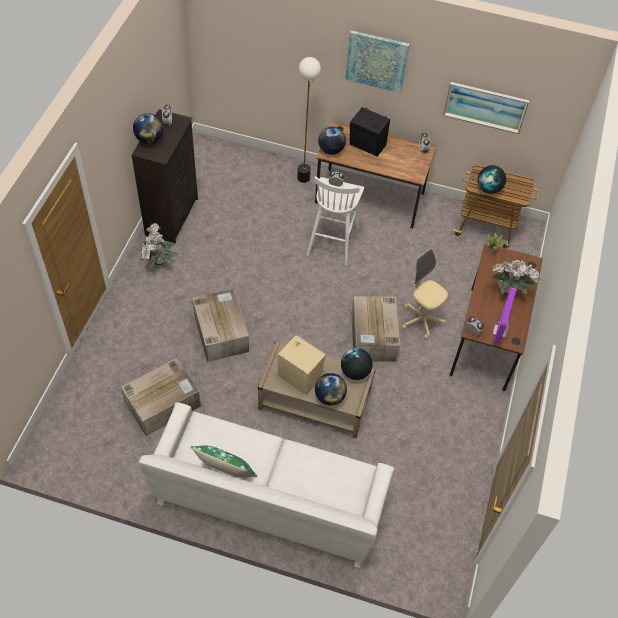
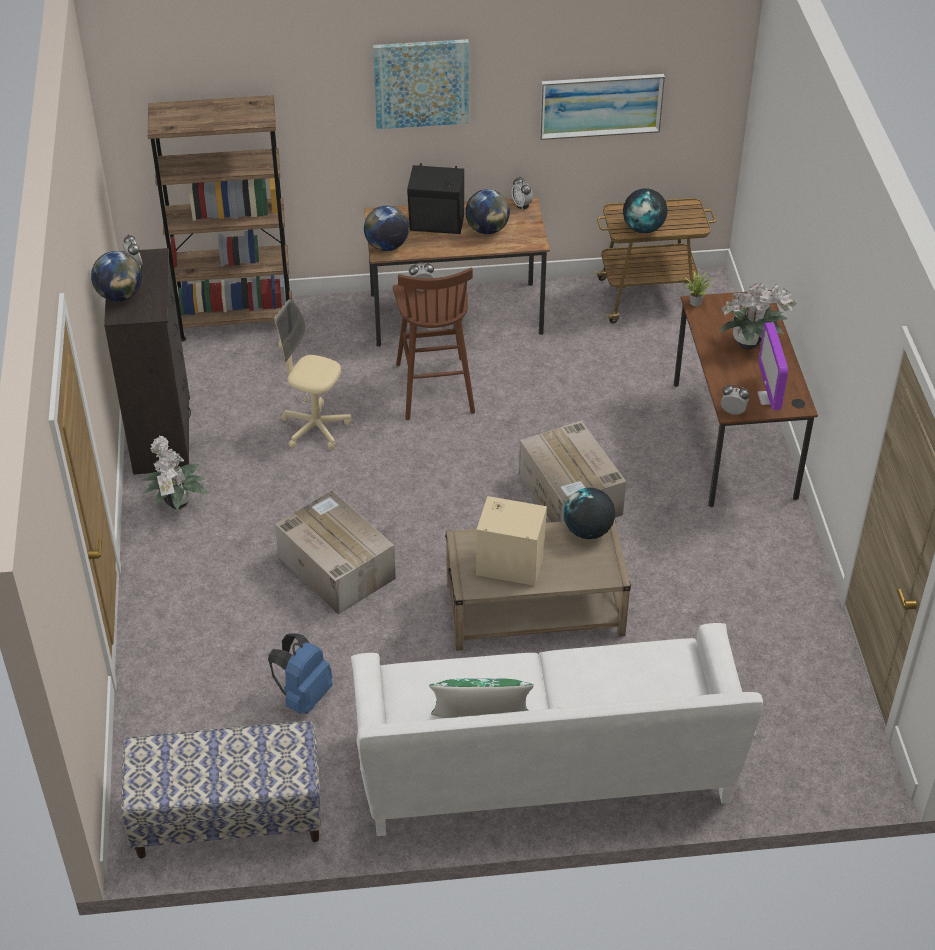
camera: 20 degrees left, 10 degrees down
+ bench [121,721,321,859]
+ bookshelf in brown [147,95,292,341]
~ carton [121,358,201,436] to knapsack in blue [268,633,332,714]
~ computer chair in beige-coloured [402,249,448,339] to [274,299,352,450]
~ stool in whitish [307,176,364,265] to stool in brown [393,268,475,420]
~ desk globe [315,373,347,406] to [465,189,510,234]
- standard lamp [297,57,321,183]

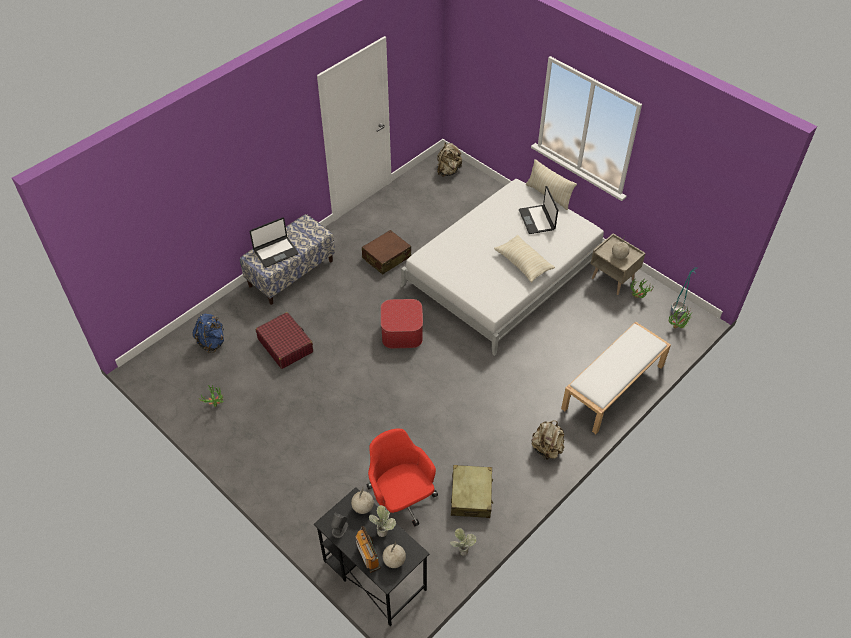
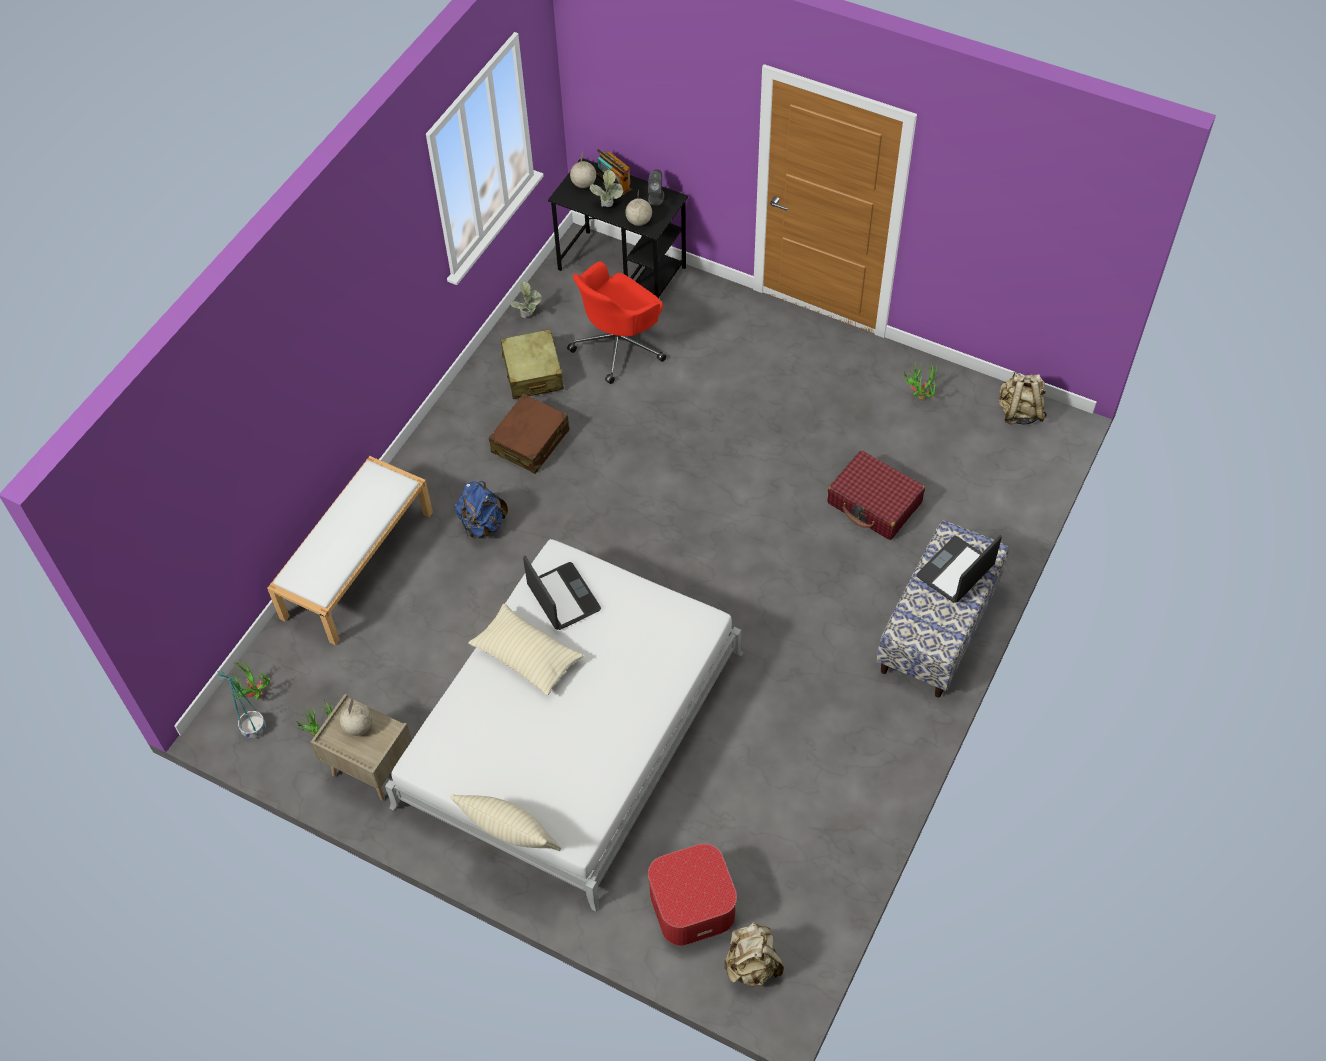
camera: 165 degrees right, 5 degrees up
~ knapsack in blue [192,314,224,353] to [455,481,508,539]
~ travel case in brown [362,230,411,274] to [489,394,570,474]
~ notebook computer [519,186,558,234] to [523,556,601,630]
~ computer chair in red [366,429,438,526] = [567,261,666,384] 90 degrees clockwise
~ ottoman [381,299,423,349] to [648,843,737,946]
~ knapsack in beige-coloured [531,420,564,460] to [999,372,1047,425]

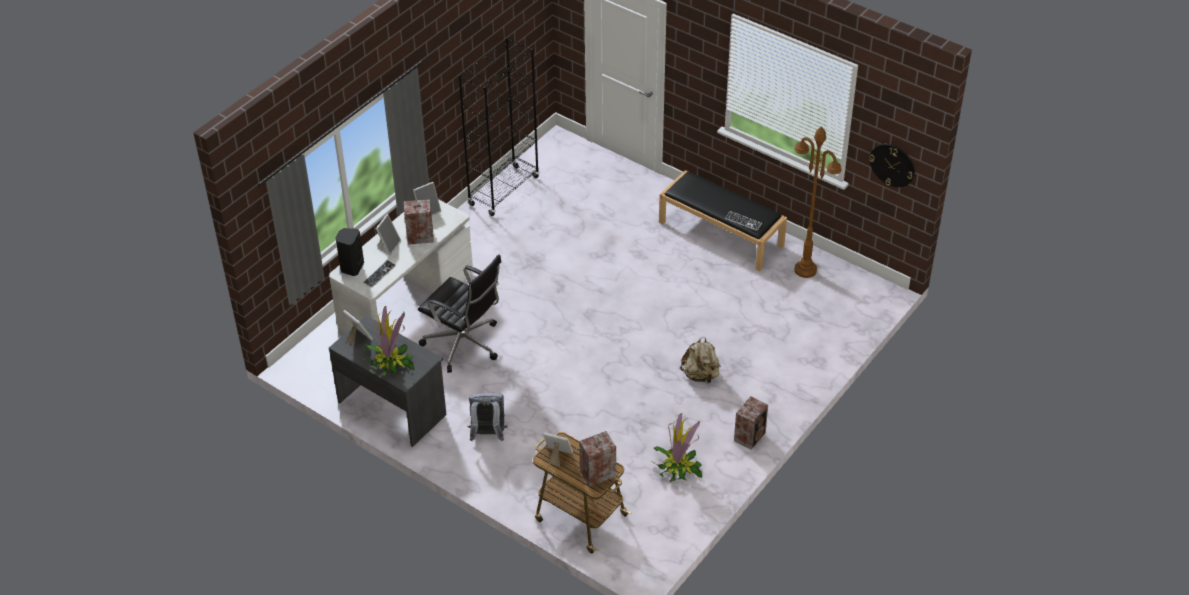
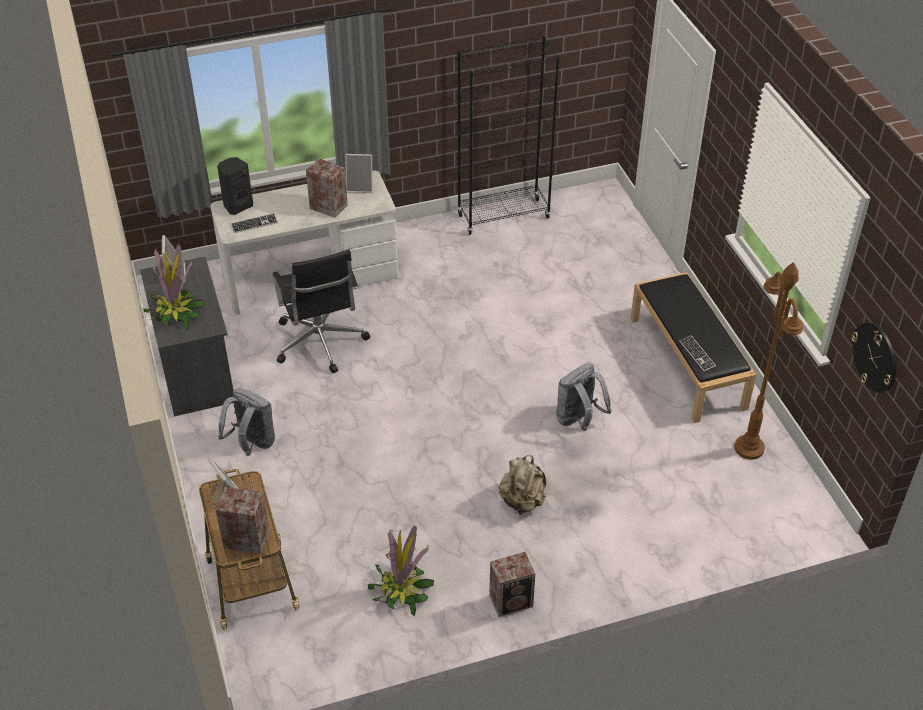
camera: 35 degrees right, 0 degrees up
+ knapsack in grey [556,363,612,431]
- photo frame [375,214,401,255]

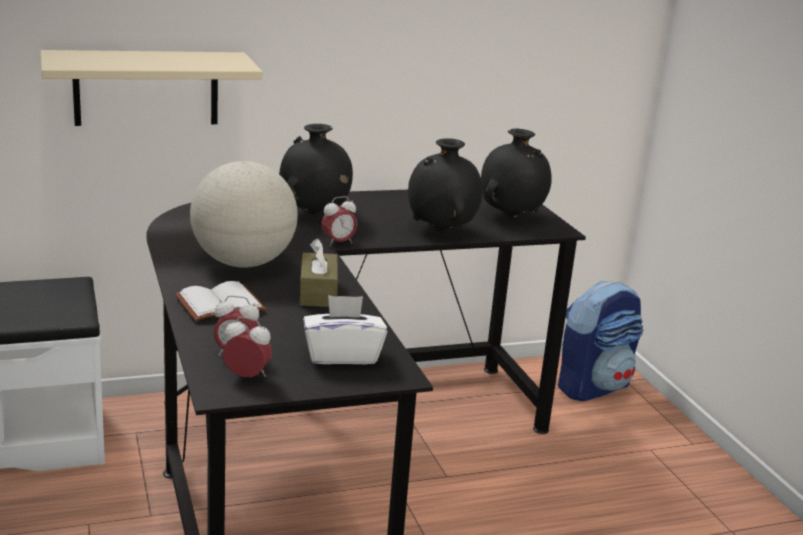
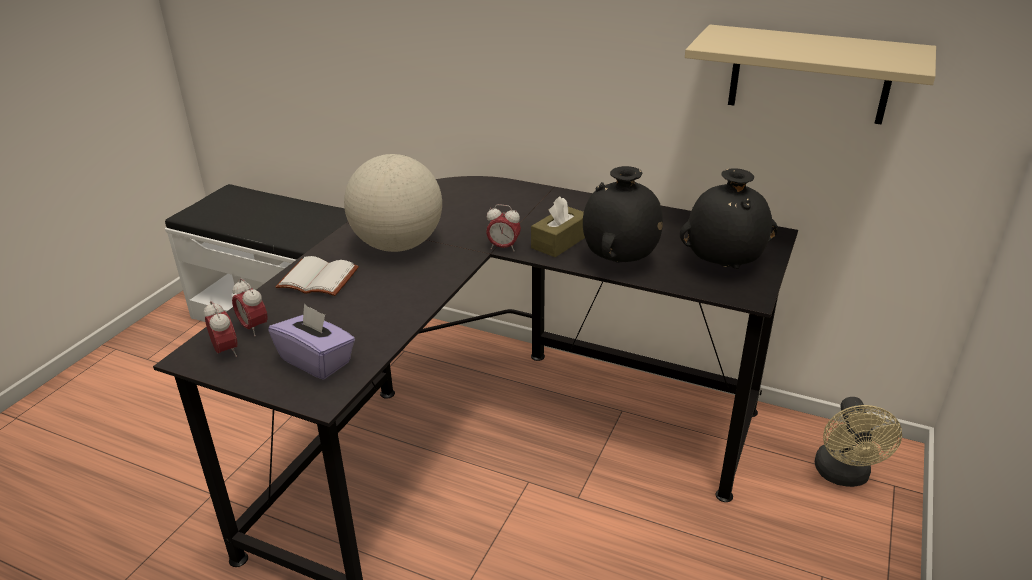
camera: 45 degrees right, 10 degrees up
~ tissue holder in whitish [303,295,387,364] to tissue holder in purple [268,304,355,380]
~ tissue holder in brown [300,238,338,307] to [531,197,585,257]
~ wall shelf in beige-coloured [41,50,263,126] to [685,25,936,125]
~ knapsack [558,281,643,401] to fan in beige-coloured [815,397,902,487]
- decorative vase in black-coloured [279,124,353,215]

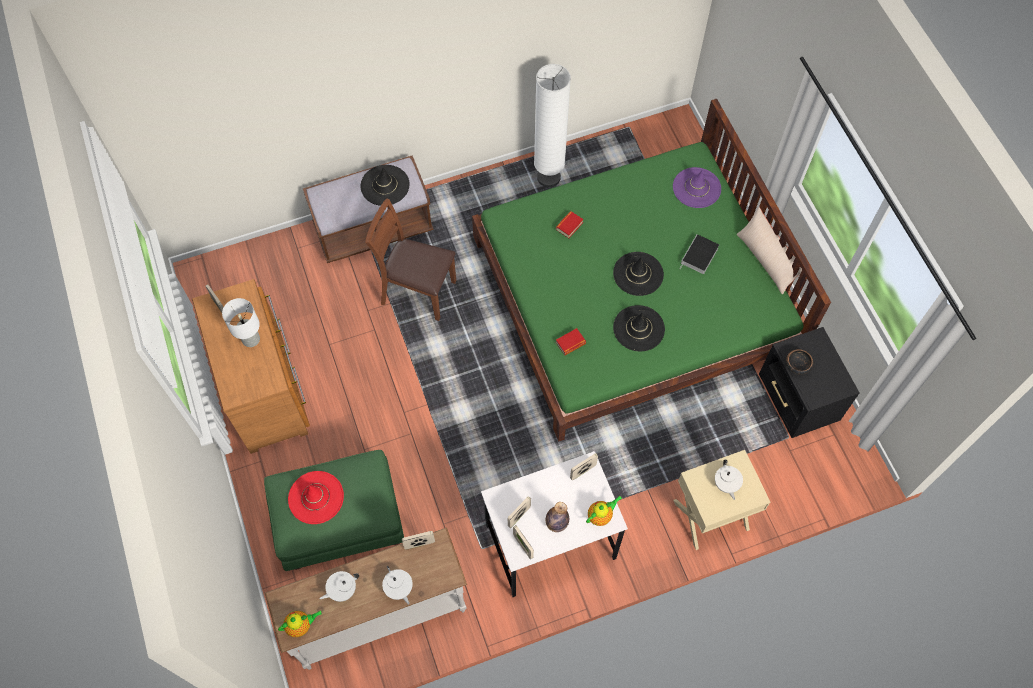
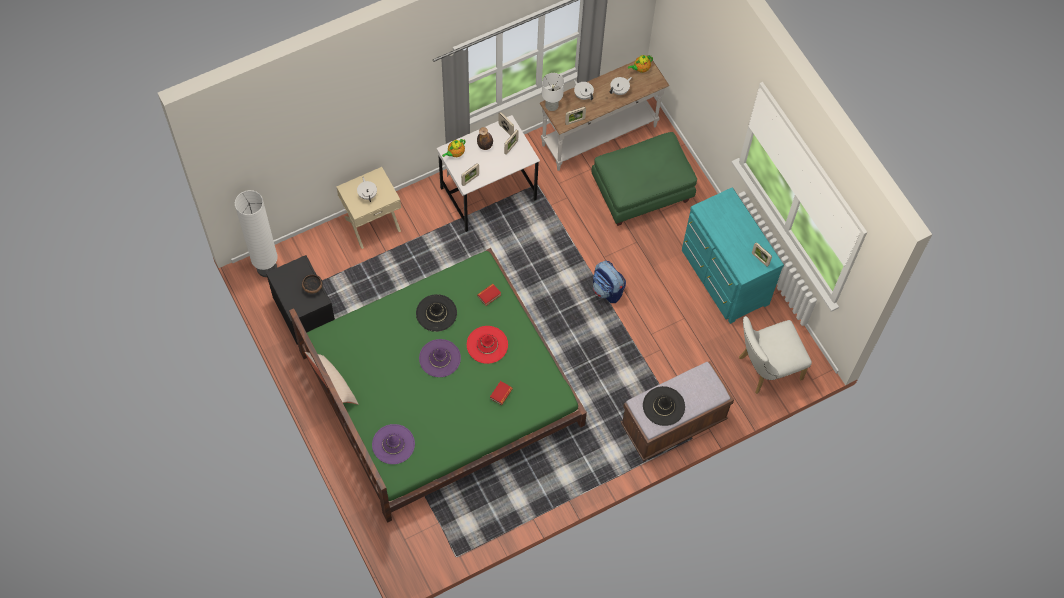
camera: 170 degrees right, 0 degrees up
~ standard lamp in whitish [534,64,571,187] to [235,190,278,277]
~ hat in black-coloured [613,252,664,296] to hat in purple [419,339,461,377]
~ hat in red [288,471,344,524] to [467,326,508,364]
~ tabletop lamp in whitish [222,298,260,347] to [542,73,564,111]
+ knapsack [593,261,626,303]
~ drawer chest in brown [192,279,310,454] to drawer chest in turquoise [682,187,784,324]
+ upright chair in whitish [739,316,812,394]
- upright chair in brown [365,198,456,321]
- volume [680,234,719,274]

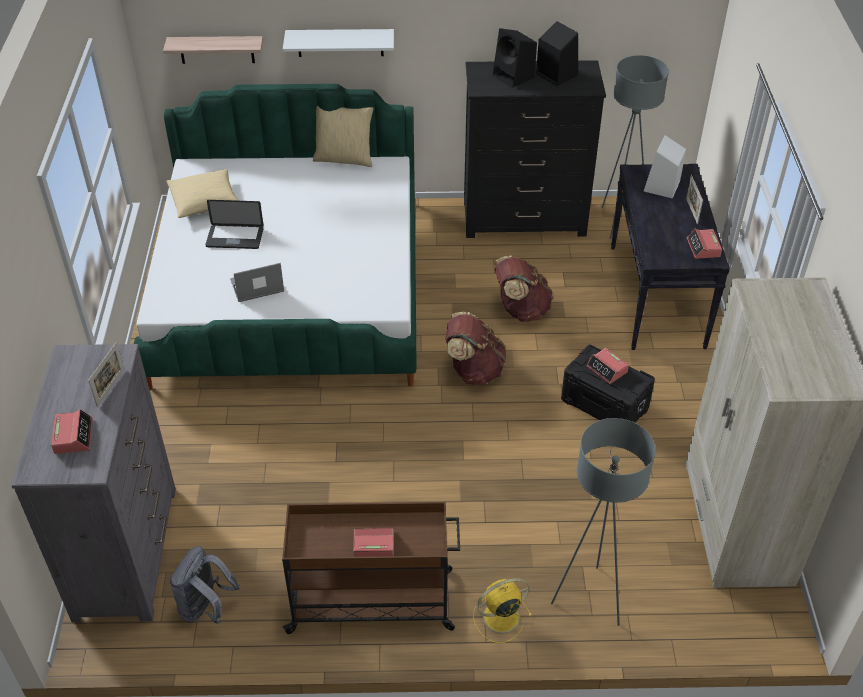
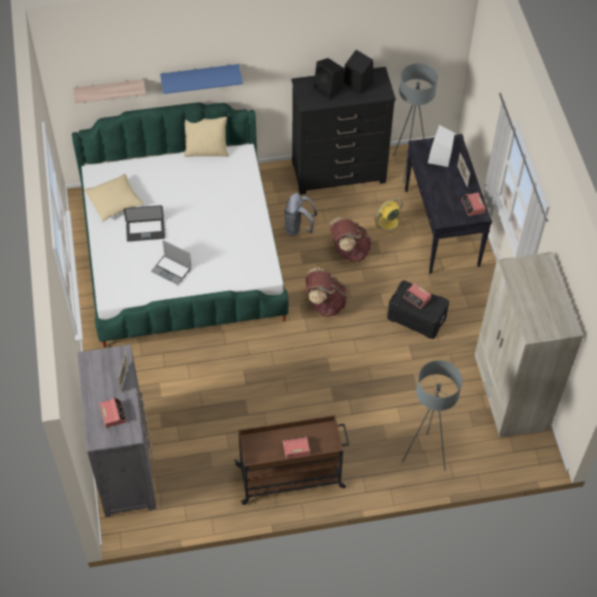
camera: 10 degrees left, 10 degrees up
~ notebook computer [230,263,284,302] = [151,240,192,285] 120 degrees counterclockwise
~ wall shelf in whitish [283,29,394,57] to wall shelf in blue [160,64,243,94]
~ knapsack in grey [170,546,240,624] to [284,193,317,236]
~ fan in yellow [473,578,532,643] to [373,198,405,235]

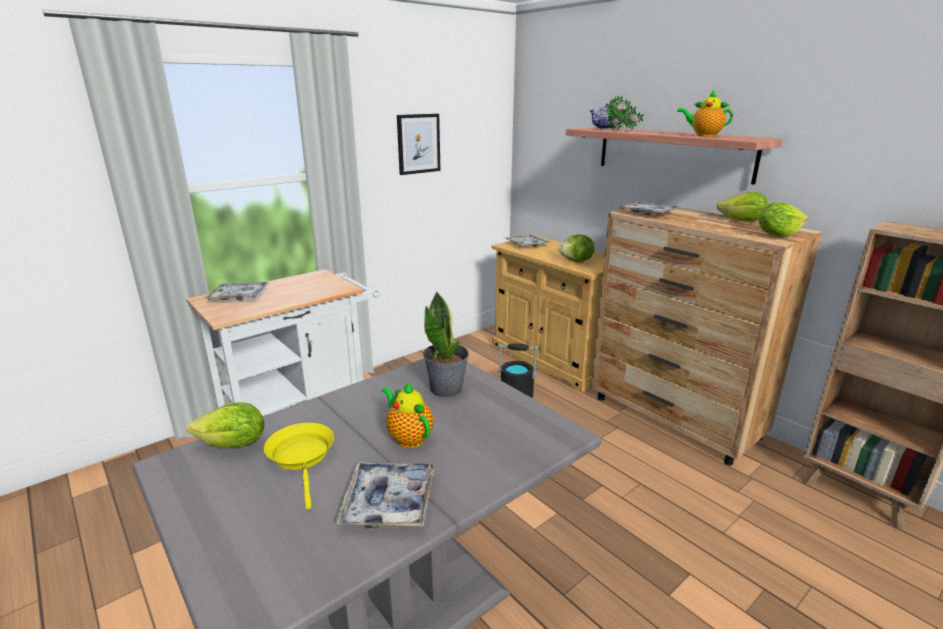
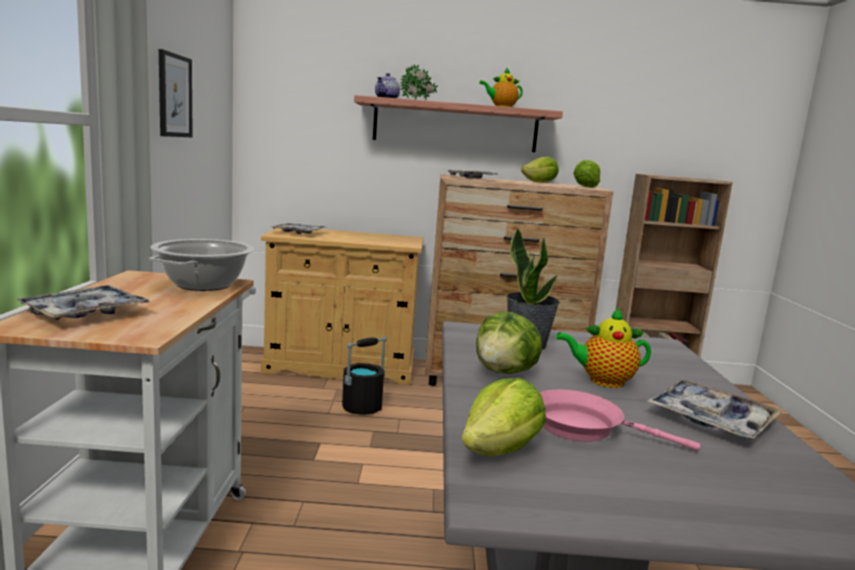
camera: 50 degrees left, 10 degrees down
+ cooking pot [149,239,254,291]
~ head of lettuce [559,234,595,262] to [476,312,542,374]
~ pan in yellow [264,423,334,509] to pan in pinkish [539,390,700,451]

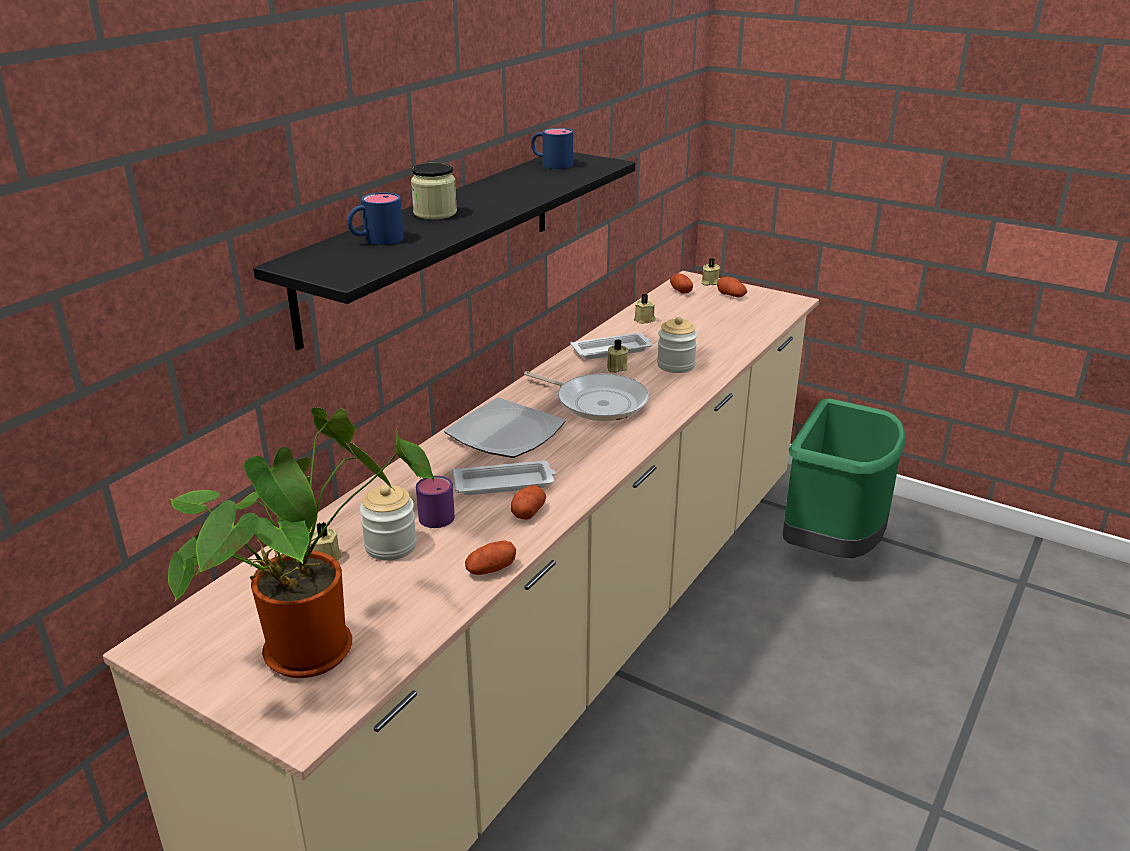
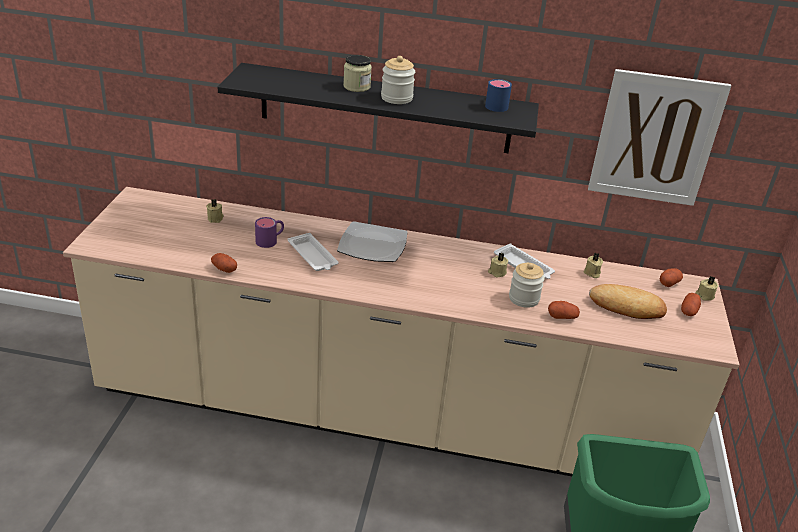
camera: 65 degrees right, 5 degrees up
~ storage jar [360,485,417,561] to [381,56,415,104]
~ potato [511,485,546,520] to [548,301,580,319]
+ wall art [588,69,731,206]
+ bakery bread [589,284,667,319]
- potted plant [168,407,435,678]
- mug in blue [347,192,404,245]
- pan [524,371,649,421]

